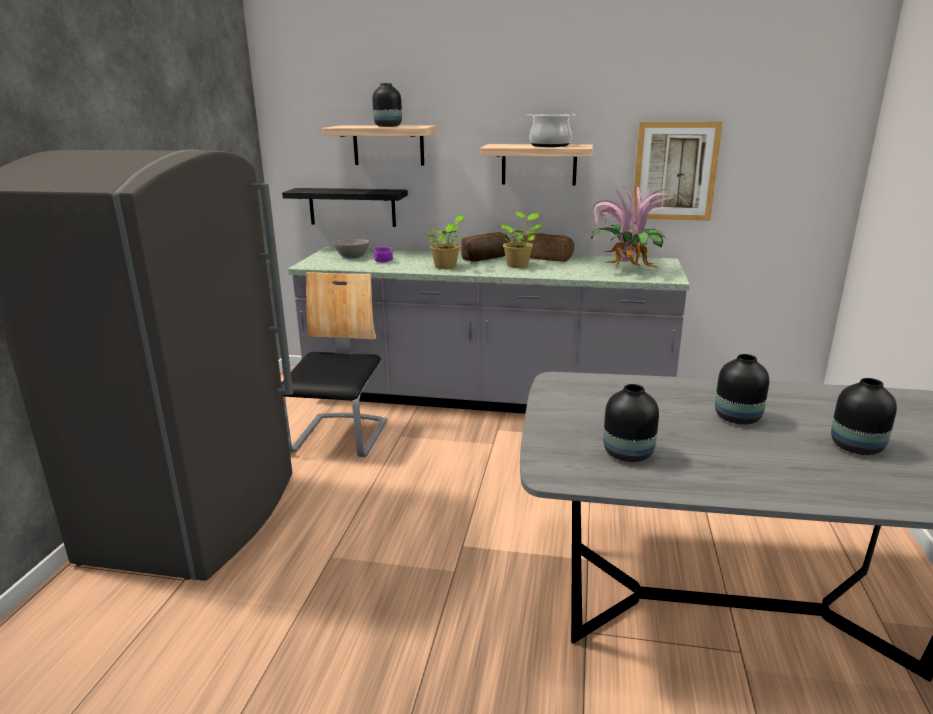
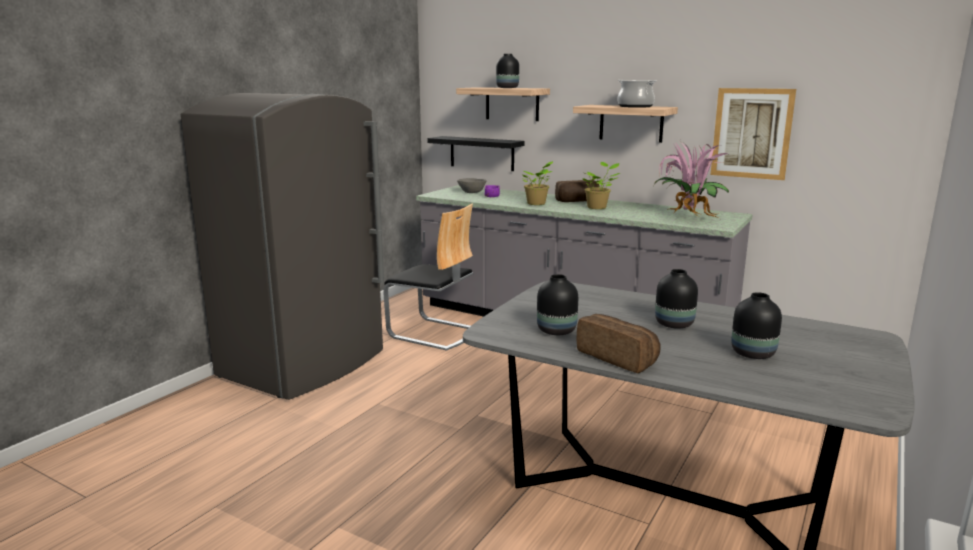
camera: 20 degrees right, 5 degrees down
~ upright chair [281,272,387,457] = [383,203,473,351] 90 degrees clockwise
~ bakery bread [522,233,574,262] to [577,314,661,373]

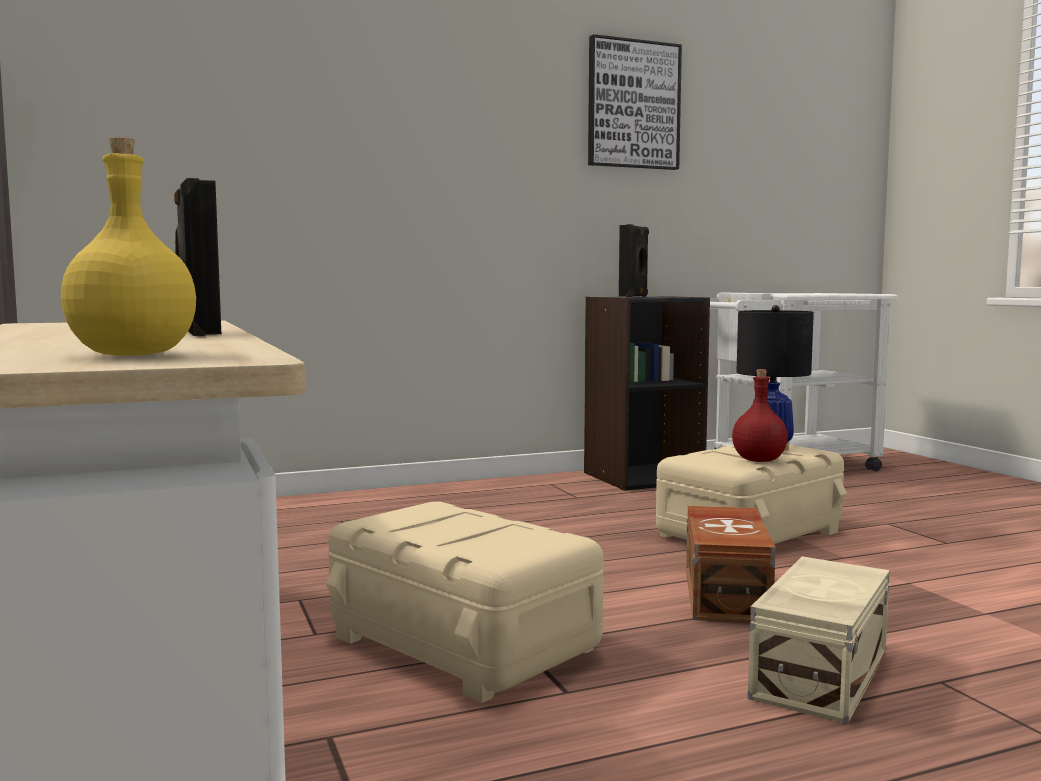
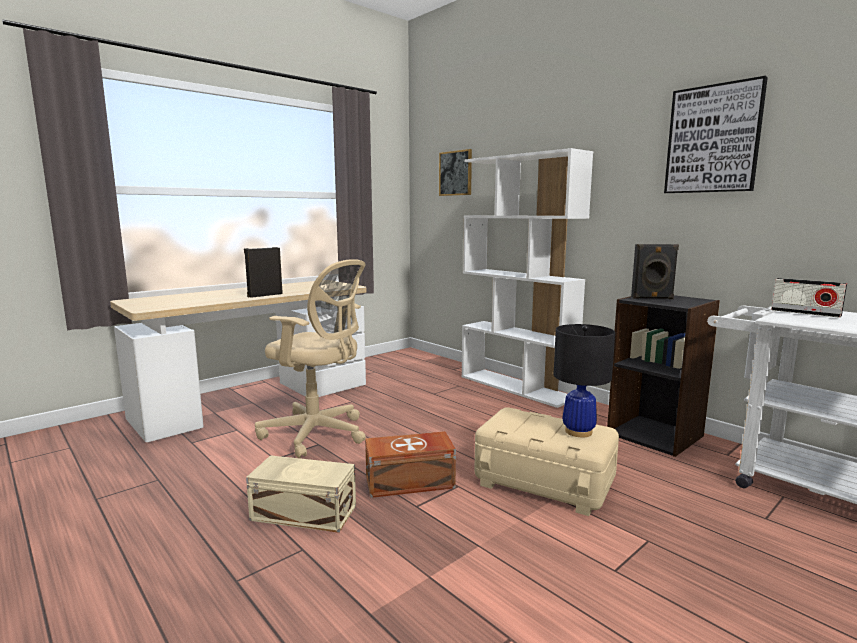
camera: 70 degrees right, 5 degrees up
~ storage bin in beige-coloured [326,502,603,703] to computer chair in beige-coloured [255,259,366,458]
+ wall art [439,149,472,196]
+ bookshelf in whitish [462,148,593,408]
+ radio set [771,278,847,318]
- bottle in yellow [61,137,196,356]
- bottle in red [732,369,788,462]

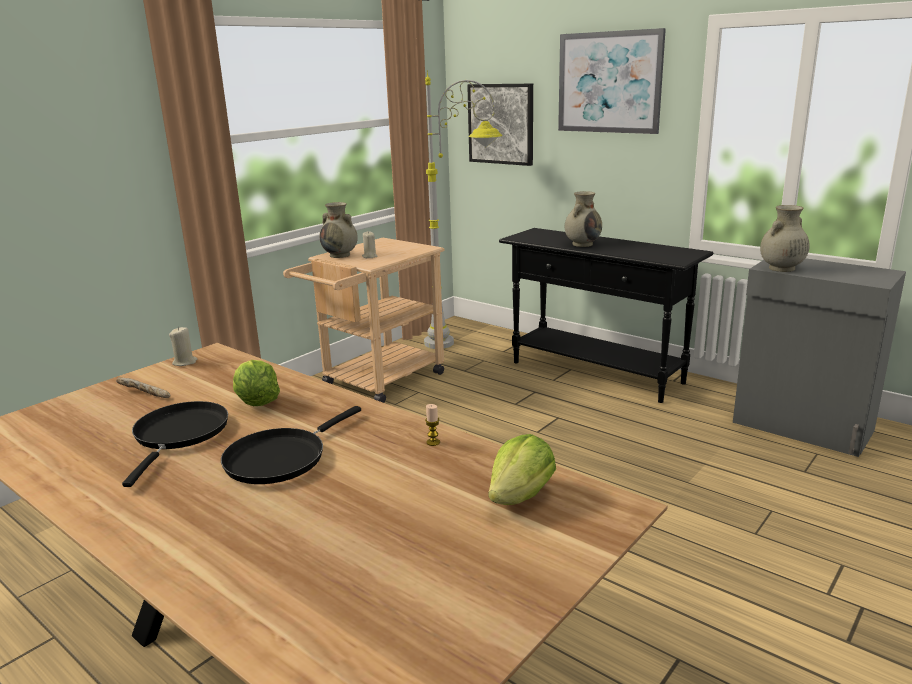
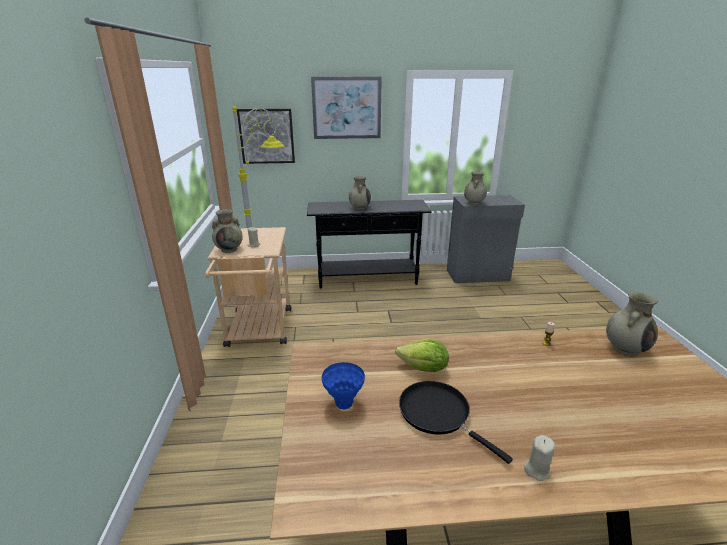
camera: 45 degrees left, 5 degrees up
~ bakery bread [116,377,171,398] to decorative vase in blue [322,362,365,409]
~ wax light in beige-coloured [169,327,197,366] to [524,435,555,481]
~ head of lettuce [488,434,556,505] to decorative vase in beige-coloured [606,292,658,356]
- pan in black-coloured [221,406,361,484]

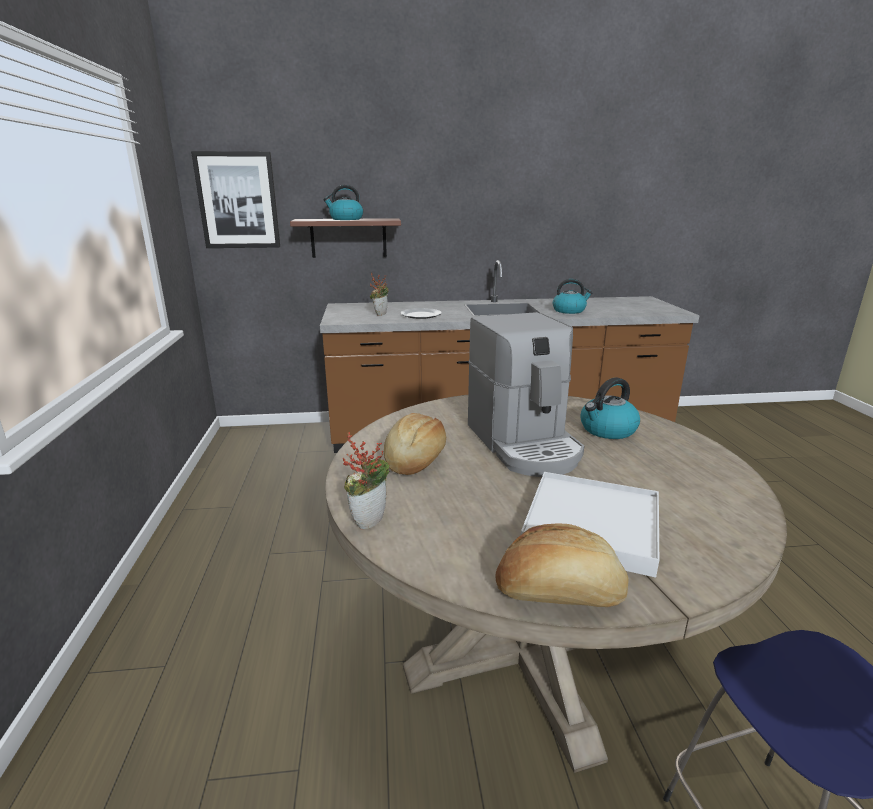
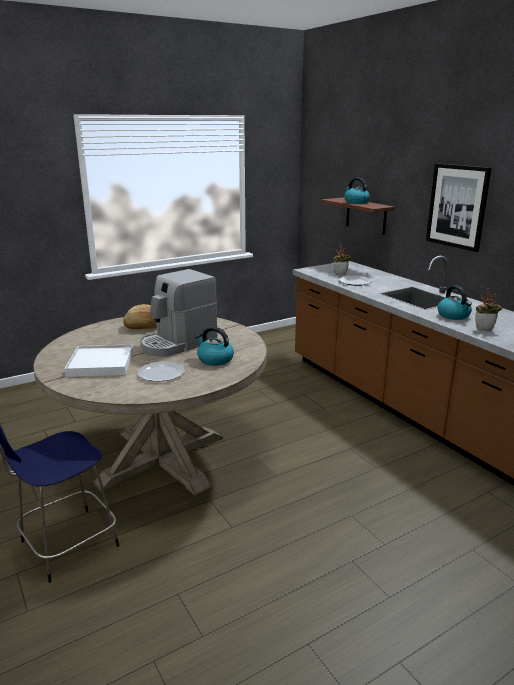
camera: 65 degrees right, 0 degrees up
+ dinner plate [137,361,185,382]
~ wall art [191,151,280,248] to [426,163,492,252]
~ potted plant [343,432,389,529] to [475,288,502,331]
- bakery bread [496,523,629,607]

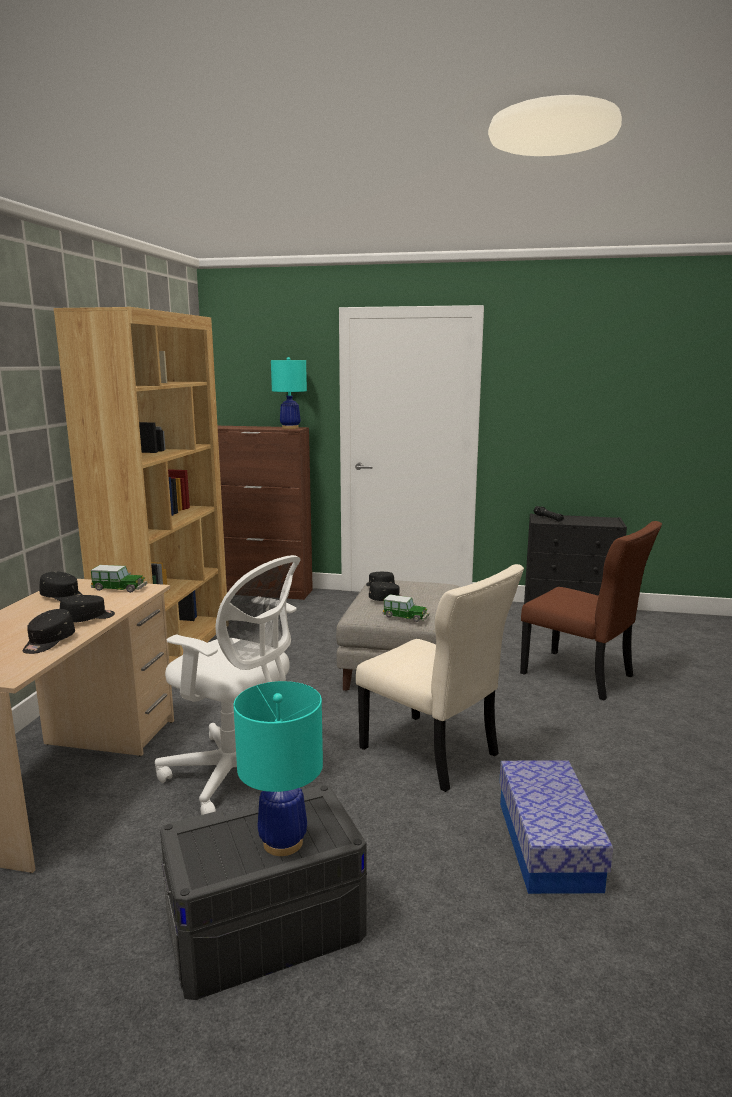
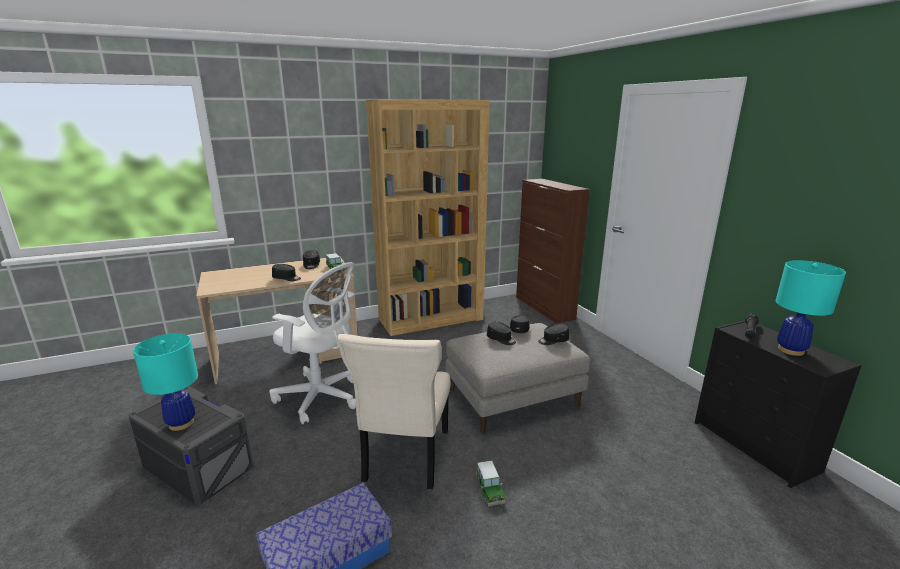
camera: 55 degrees right, 5 degrees up
~ computer chair in whitish [155,555,301,815] = [269,262,356,424] 60 degrees counterclockwise
~ miniature car [383,594,429,622] to [476,460,506,506]
~ cap in black-coloured [23,609,75,654] to [538,324,569,345]
~ tabletop lamp in turquoise [271,357,307,429] to [776,260,846,356]
- upright chair in brown [520,521,662,701]

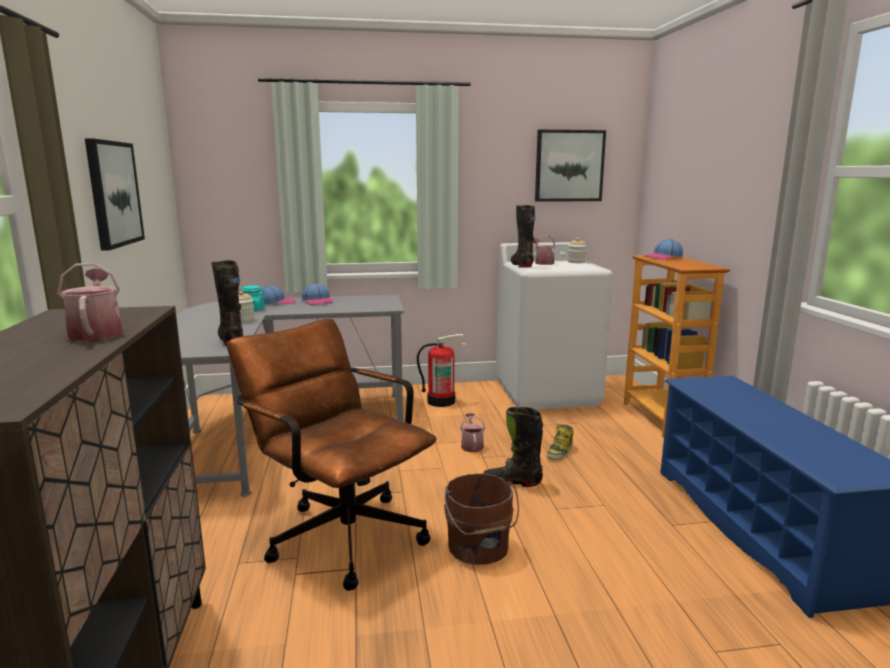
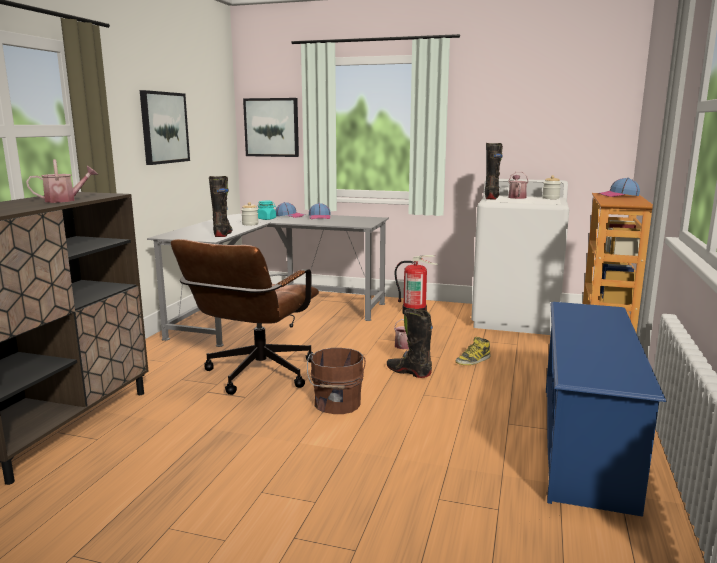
camera: 25 degrees right, 0 degrees up
~ watering can [57,263,123,341] = [26,159,98,203] 60 degrees clockwise
~ computer chair in brown [227,319,437,591] = [171,239,319,395] 135 degrees counterclockwise
~ wall art [535,130,606,202] to [243,98,299,157]

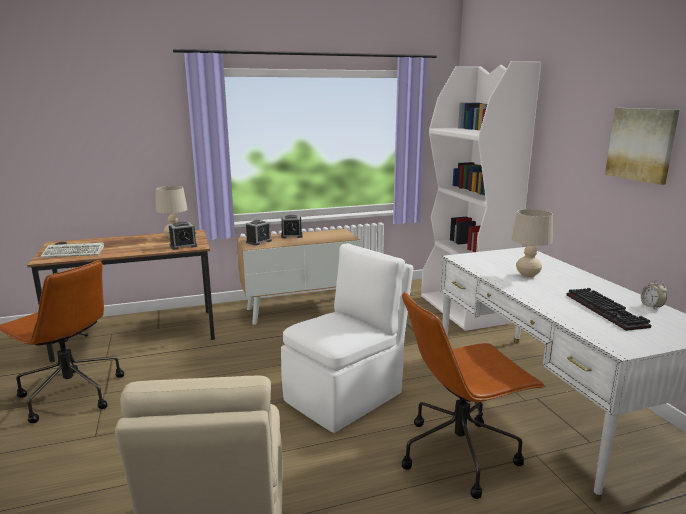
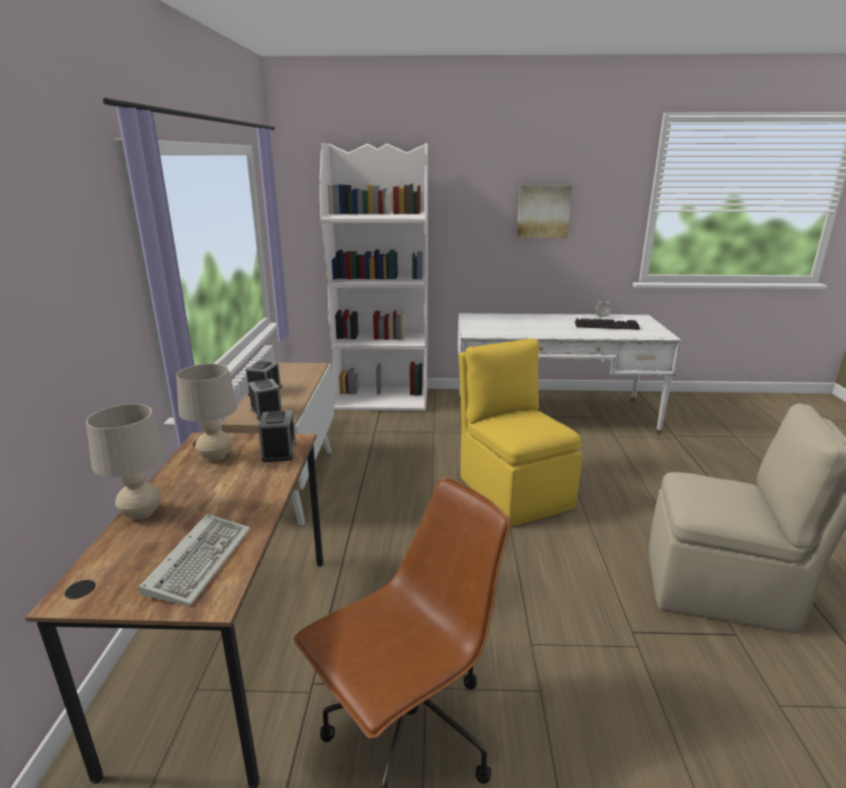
camera: 70 degrees left, 5 degrees up
~ tabletop lamp in beige-coloured [512,209,553,278] to [86,404,166,520]
~ upright chair in whitish [281,243,413,433] to upright chair in yellow [459,338,582,527]
- computer chair in brown [402,291,546,499]

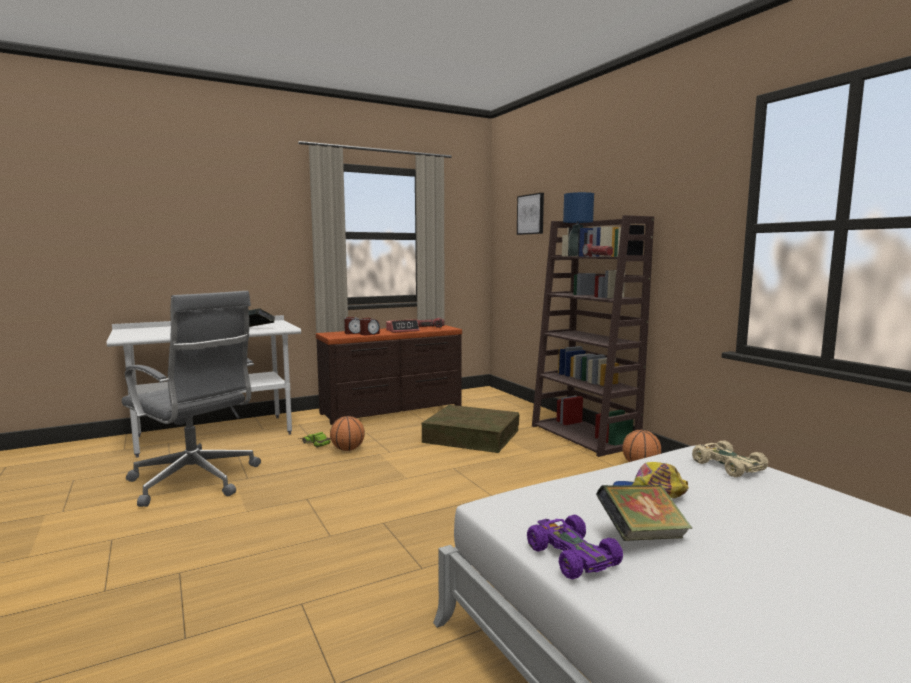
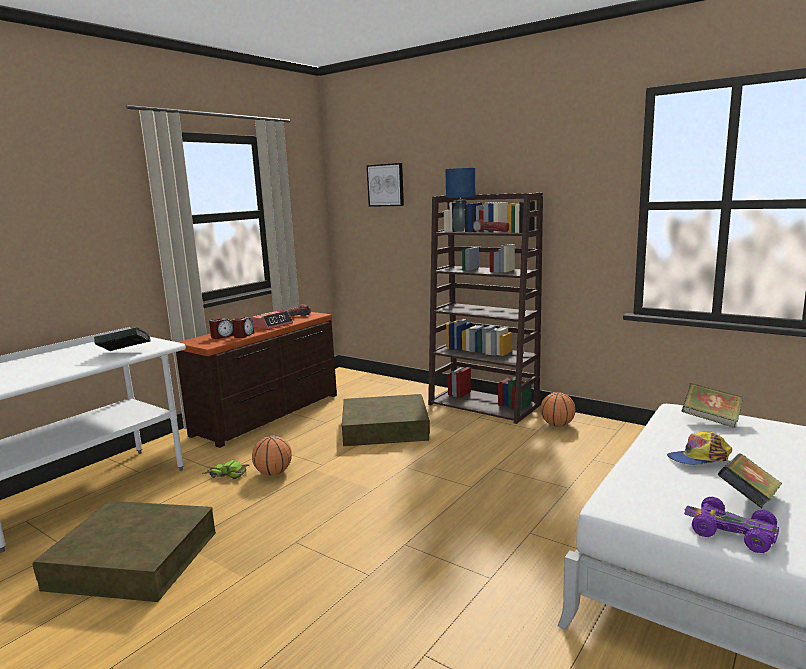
camera: 25 degrees left, 5 degrees up
~ computer chair in grey [122,291,261,507] to storage bin in brown [33,501,216,602]
~ miniature car in beige-coloured [692,440,768,477] to volume [681,383,743,428]

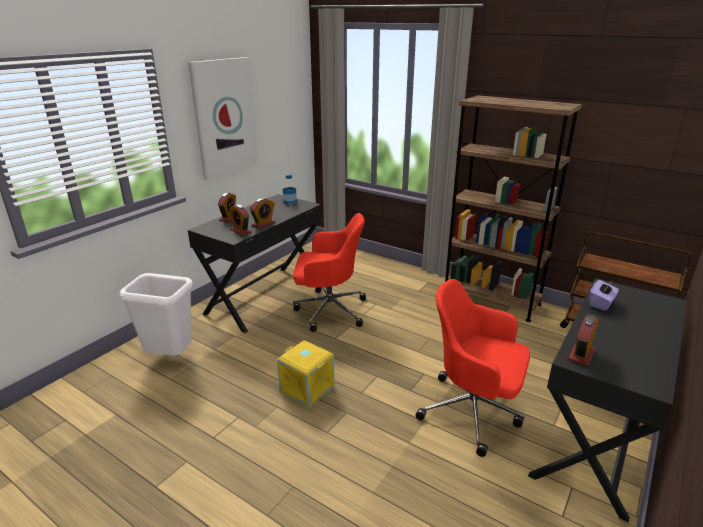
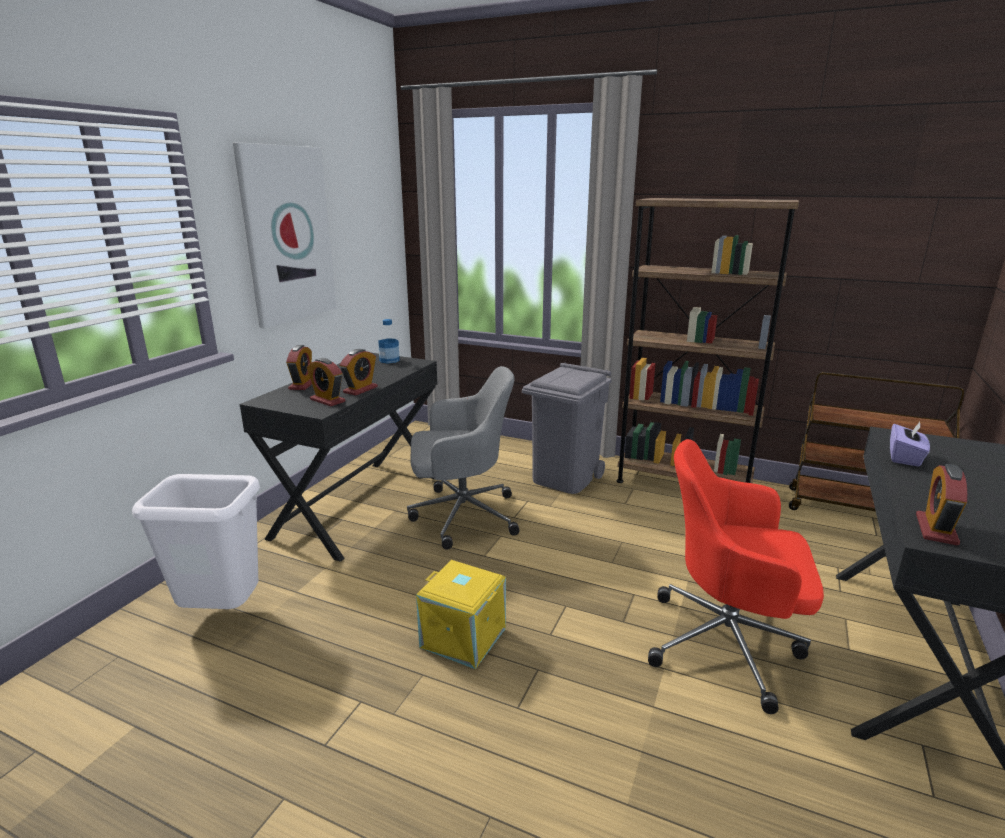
camera: 10 degrees left, 5 degrees down
~ computer chair in red [293,213,366,332] to computer chair in grey [407,366,519,550]
+ trash can in grey [522,363,612,494]

